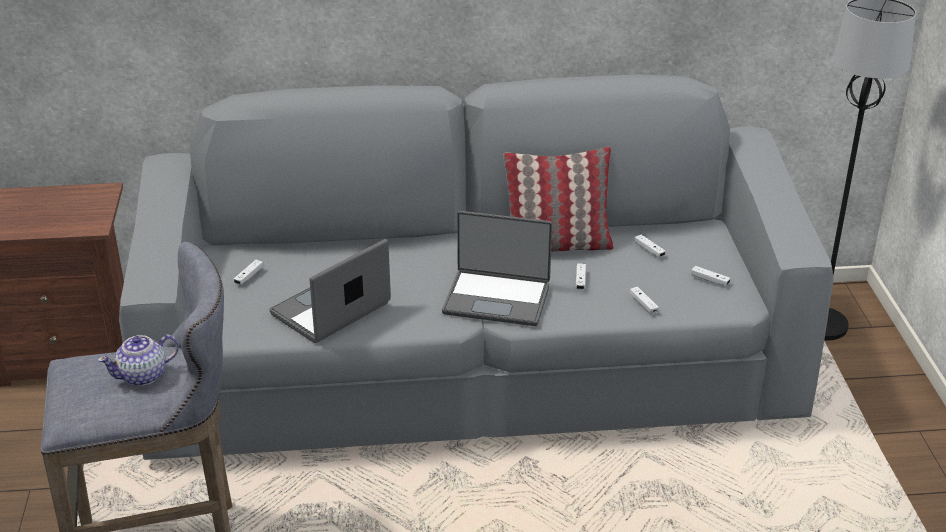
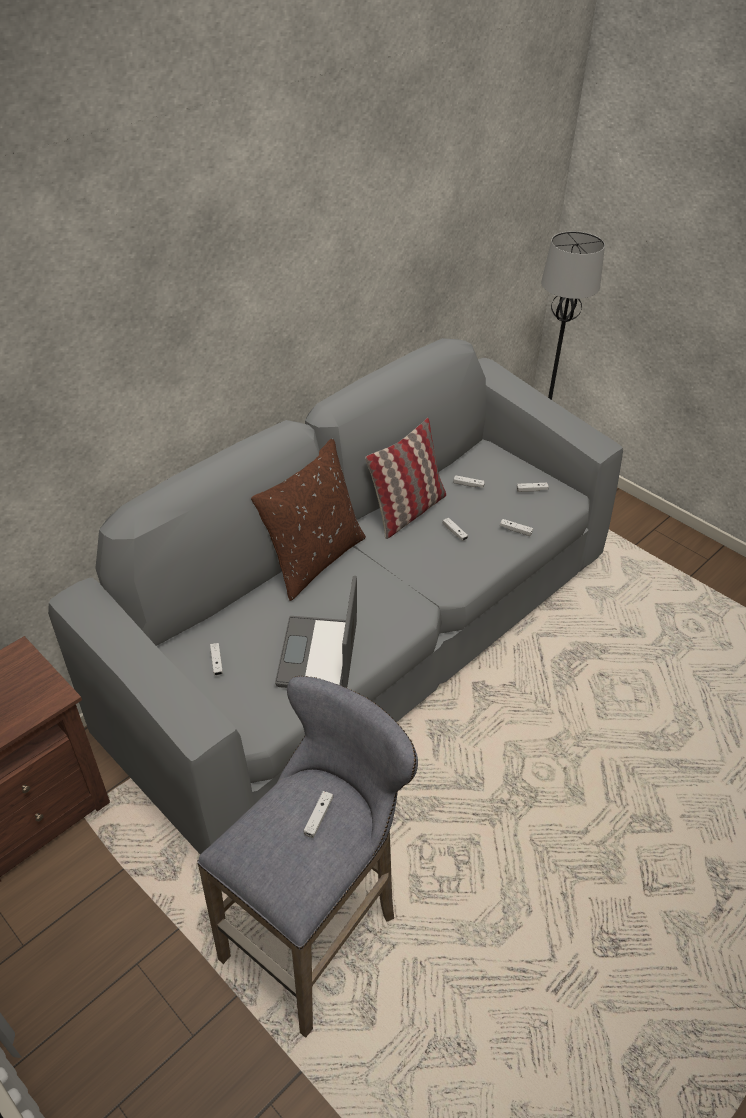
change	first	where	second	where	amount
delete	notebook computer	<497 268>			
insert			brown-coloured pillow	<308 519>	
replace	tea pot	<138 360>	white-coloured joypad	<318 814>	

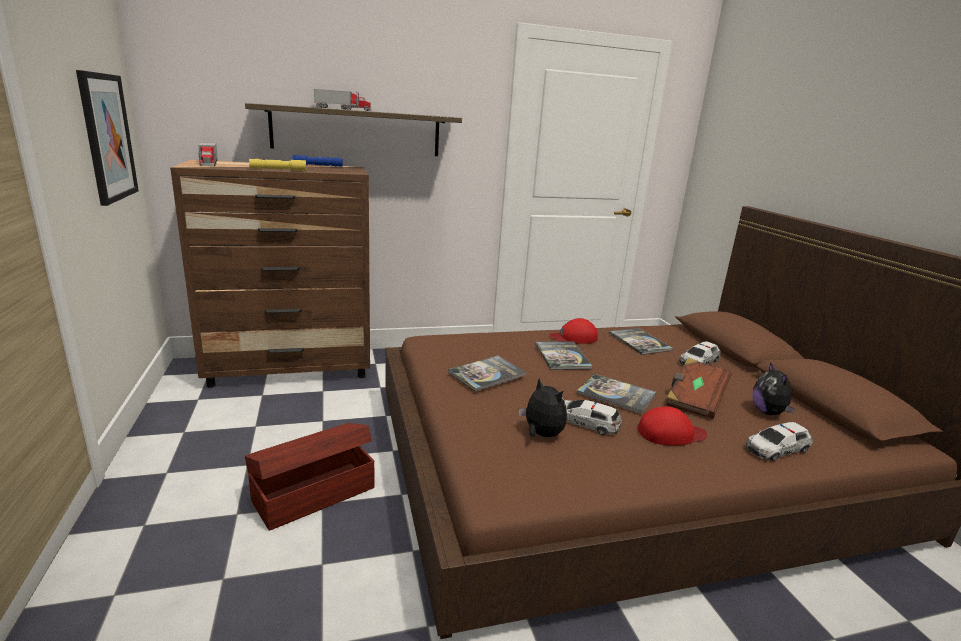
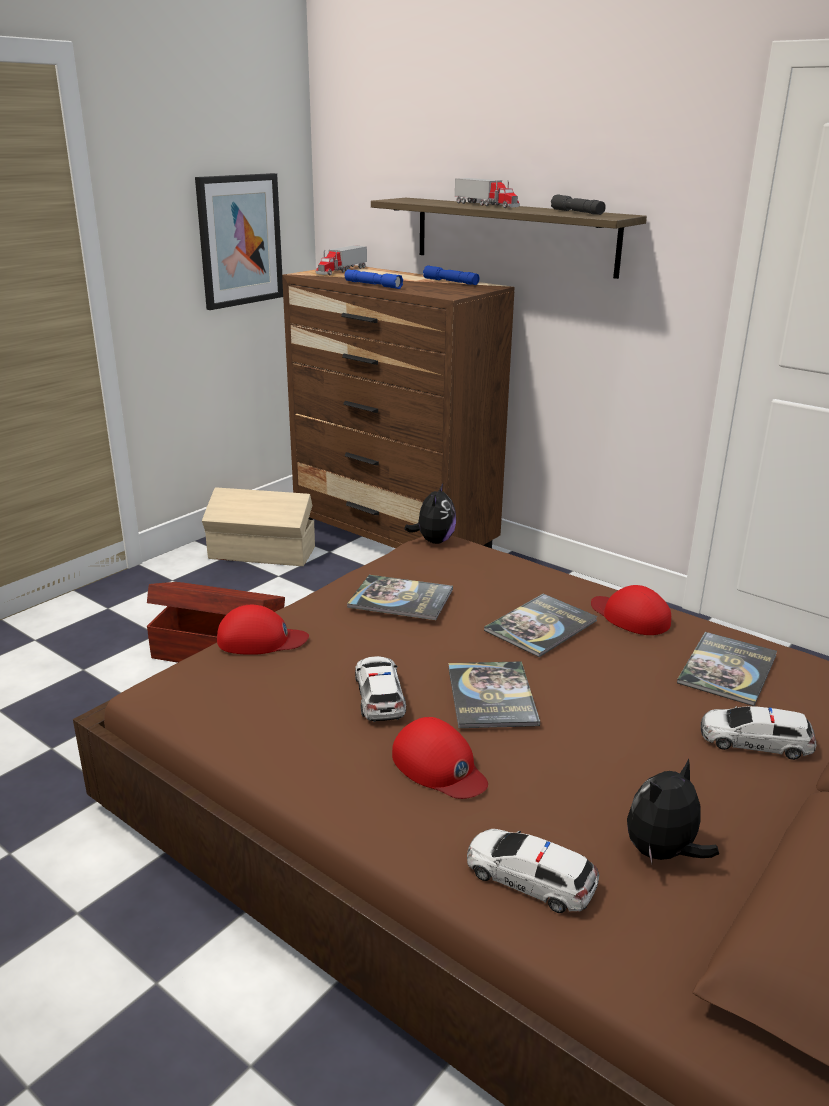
change	first	where	second	where	amount
delete	brown-coloured volume	<699 388>			
insert			beige storage bin	<258 526>	
insert			red-coloured baseball cap	<263 630>	
insert			gray hand torch	<578 204>	
move	plush toy	<543 407>		<430 513>	
recolor	yellow-coloured hand torch	<277 165>	bluish hand torch	<374 279>	

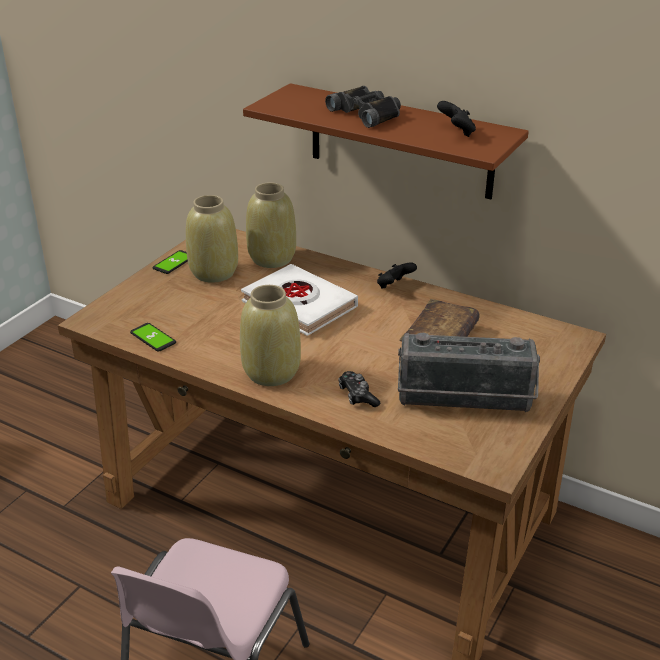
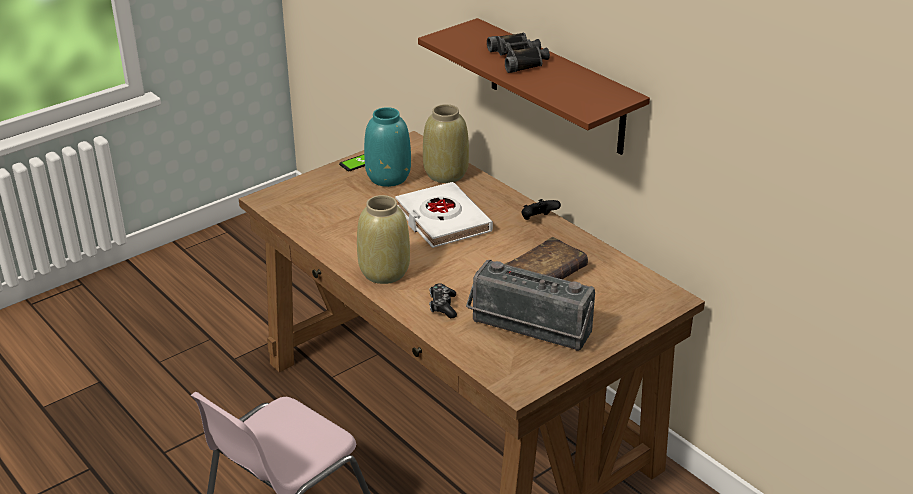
change	first	where	second	where	amount
delete	handset	<153 337>			
delete	black joypad	<456 119>			
recolor	beige flower vase	<212 239>	blue-green flower vase	<387 147>	

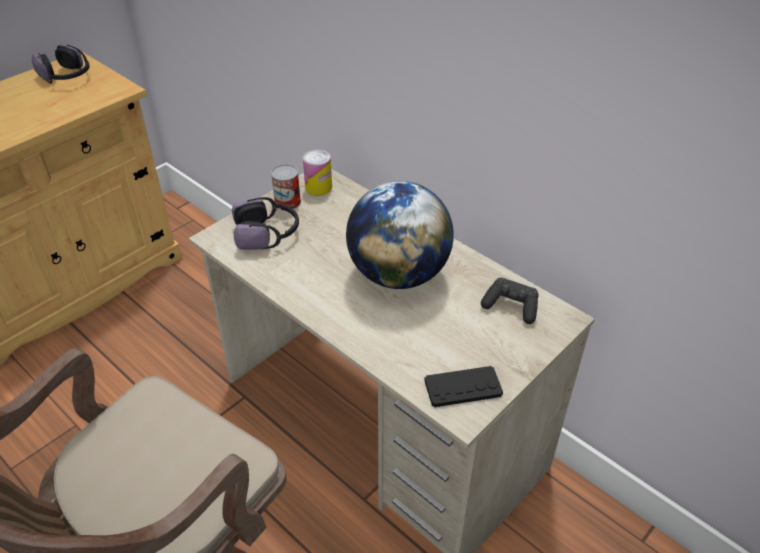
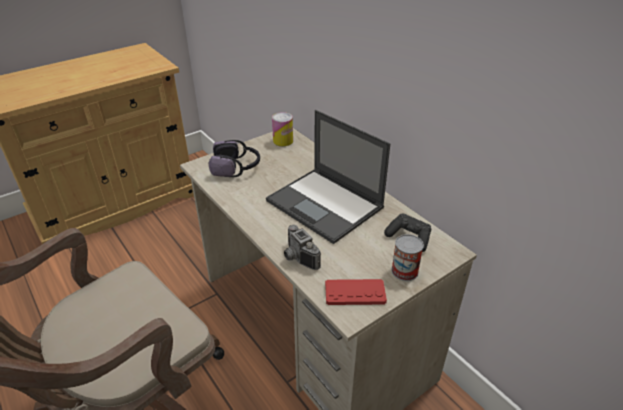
change	first	where	second	where	amount
delete	headphones	<61 63>			
insert			still camera	<302 247>	
move	metal can	<286 187>		<407 257>	
replace	globe	<400 235>	notebook computer	<328 177>	
recolor	black joypad	<463 386>	red-coloured joypad	<356 292>	

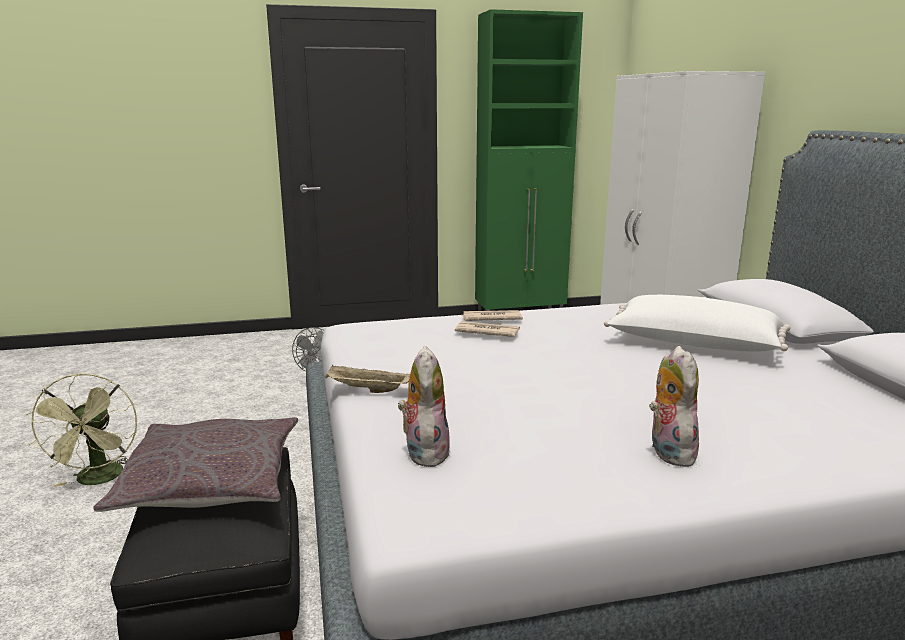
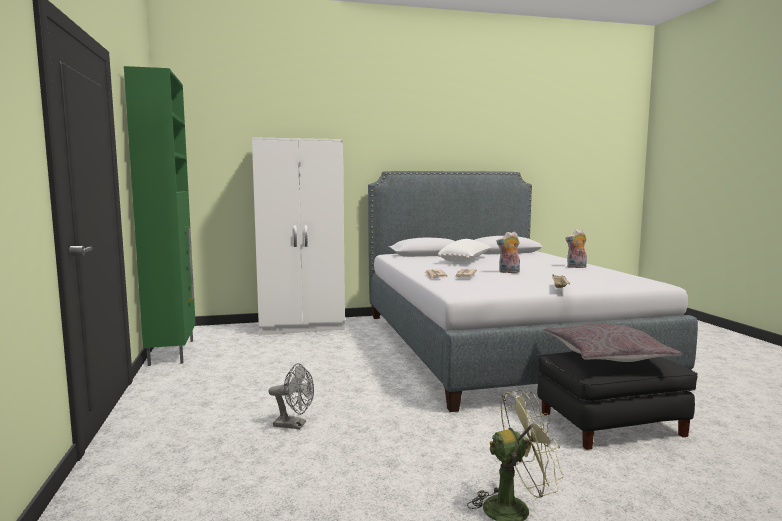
change	first	where	second	where	amount
move	plush toy	<424 406>		<508 252>	

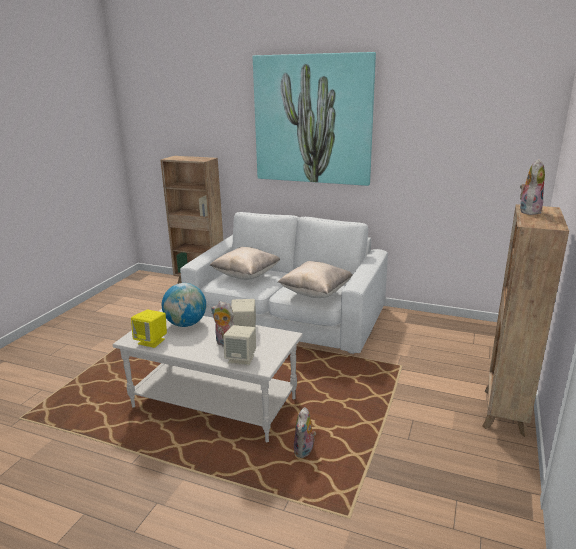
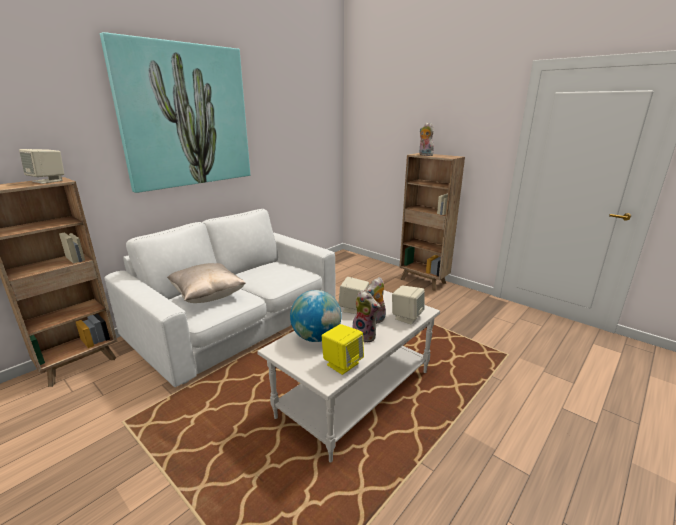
change	first	where	second	where	amount
delete	beige pillow	<315 279>			
insert			beige speaker	<41 166>	
move	plush toy	<305 432>		<366 316>	

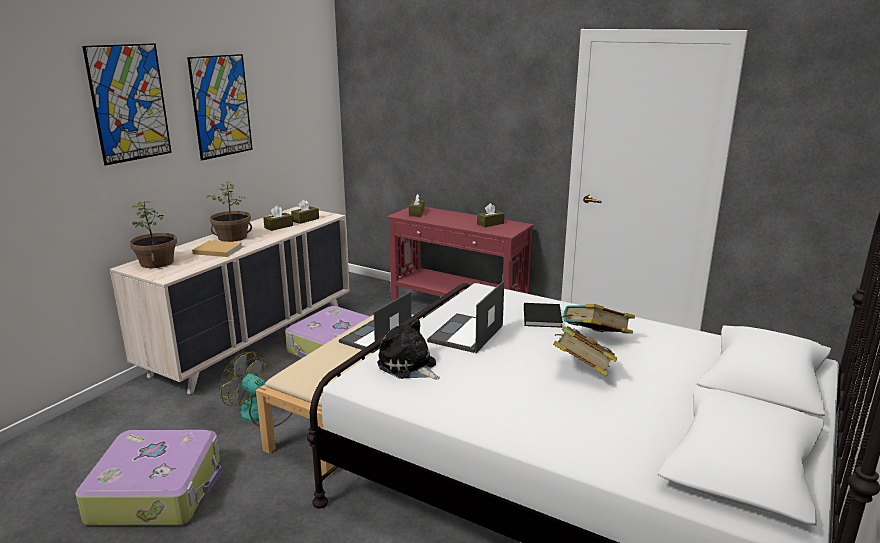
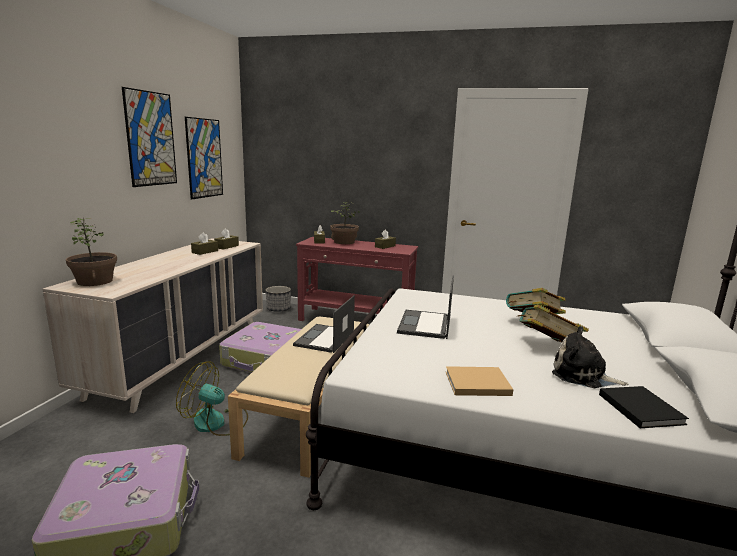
change	first	where	second	where	amount
insert			plant pot	<278 299>	
move	wall art	<127 104>		<204 158>	
move	beige volume	<217 248>		<479 381>	
move	houseplant	<229 212>		<344 223>	
move	plush toy	<408 349>		<590 357>	
move	black volume	<543 315>		<644 407>	

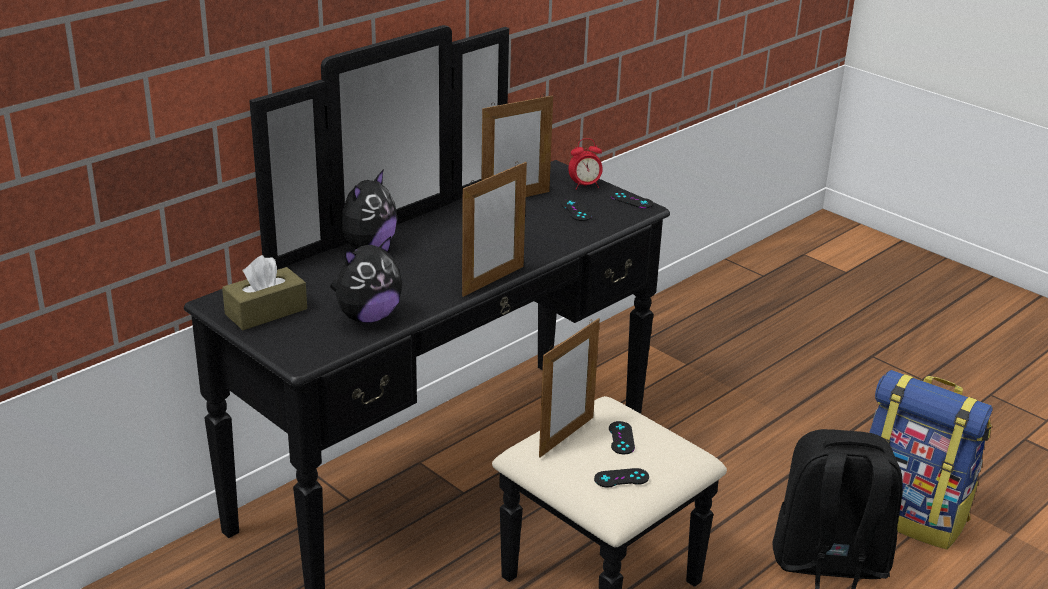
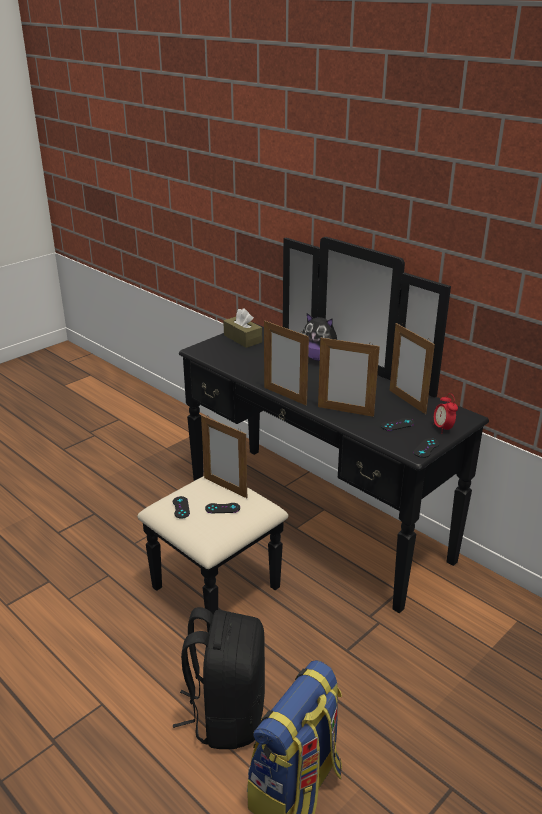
change	first	where	second	where	amount
delete	plush toy	<366 279>			
insert			photo frame	<349 376>	

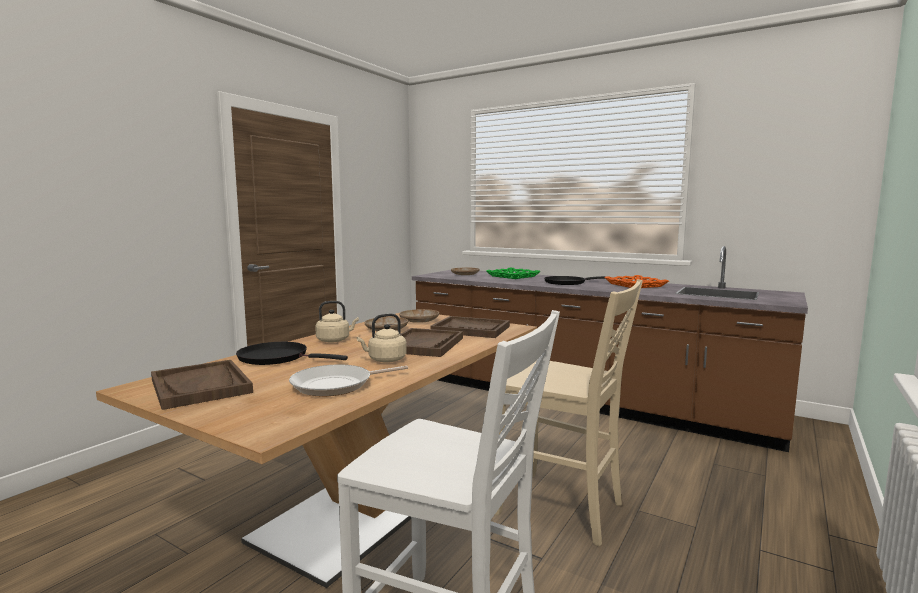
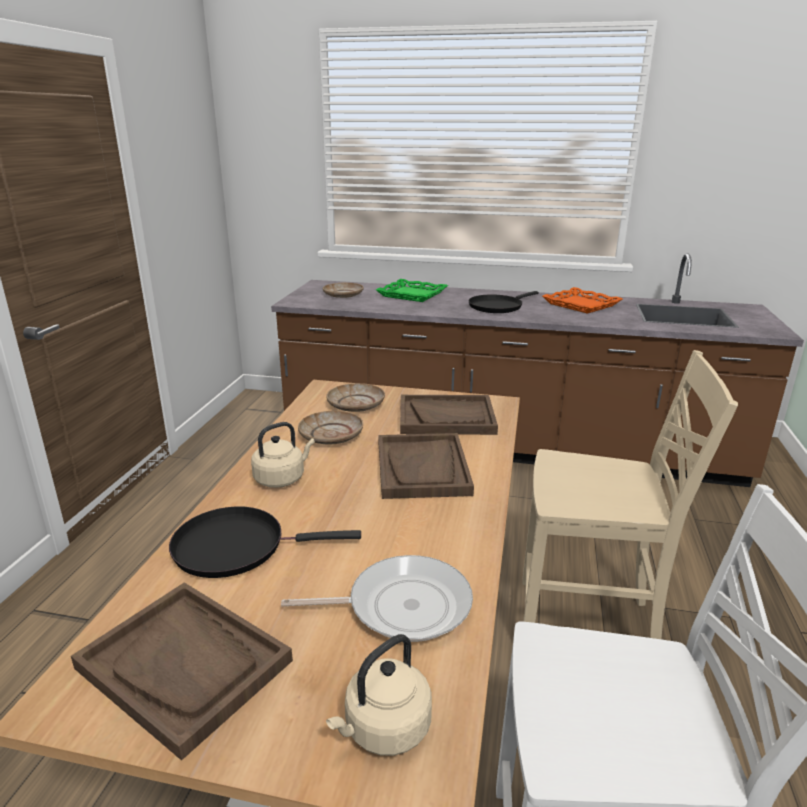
change	first	where	second	where	amount
move	beige tea kettle	<382 338>		<379 695>	
rotate	pan	<348 380>		<377 598>	135 degrees counterclockwise

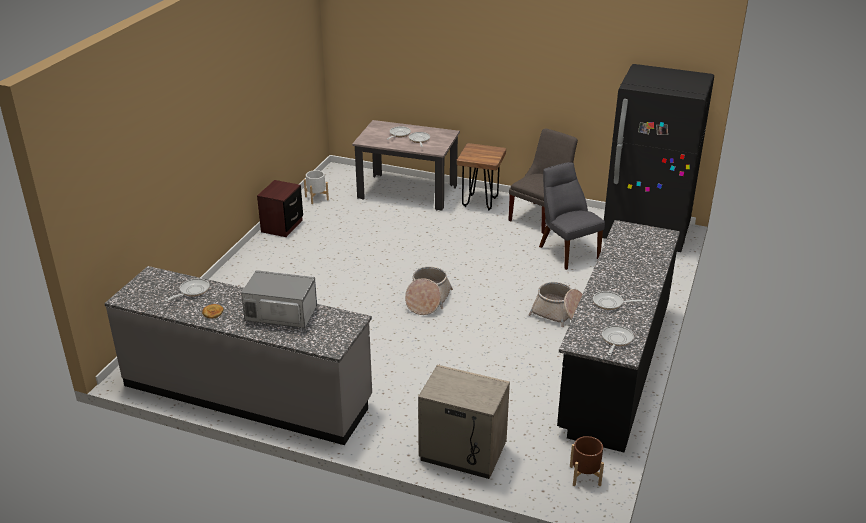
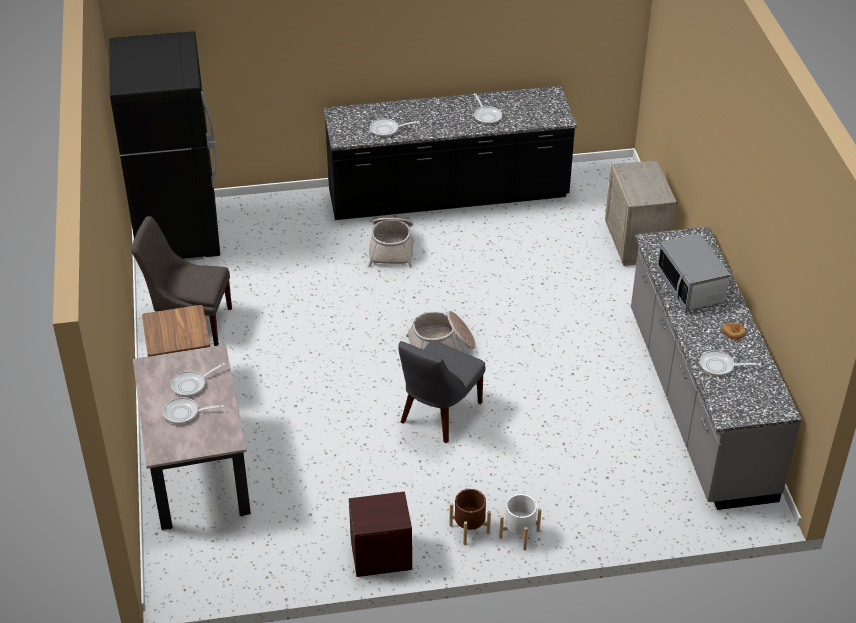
change	first	where	second	where	amount
move	white-coloured plant pot	<316 187>		<520 522>	
move	gray chair	<572 216>		<441 391>	
move	brown-coloured plant pot	<587 461>		<470 517>	
move	pan	<618 341>		<395 127>	

